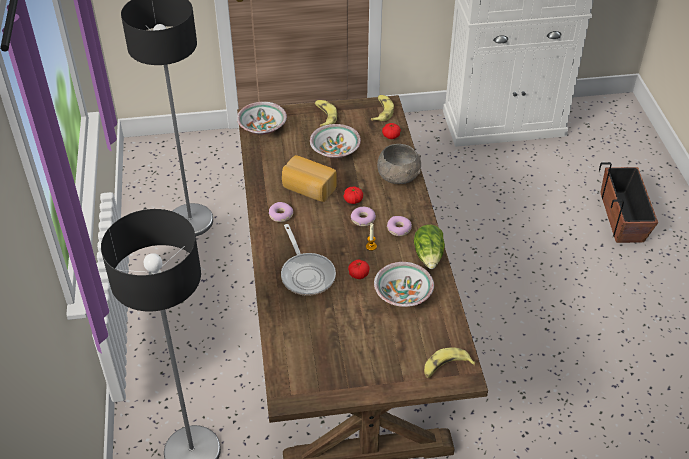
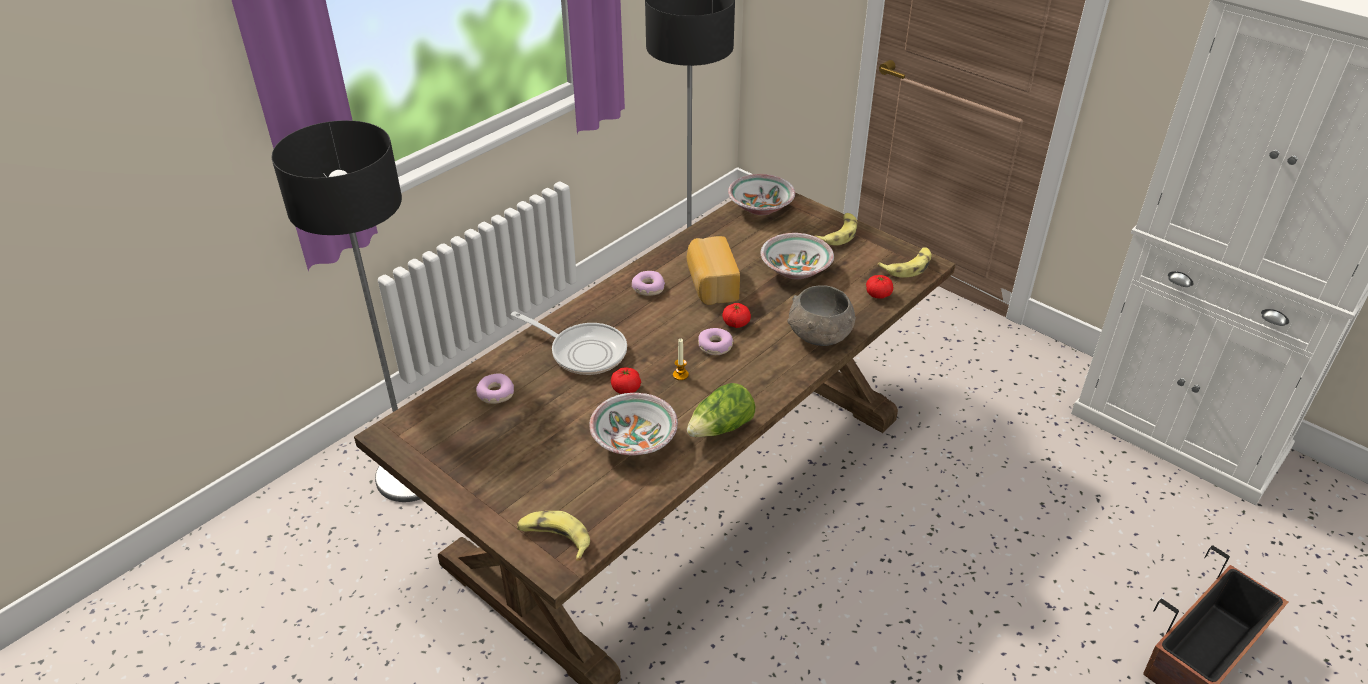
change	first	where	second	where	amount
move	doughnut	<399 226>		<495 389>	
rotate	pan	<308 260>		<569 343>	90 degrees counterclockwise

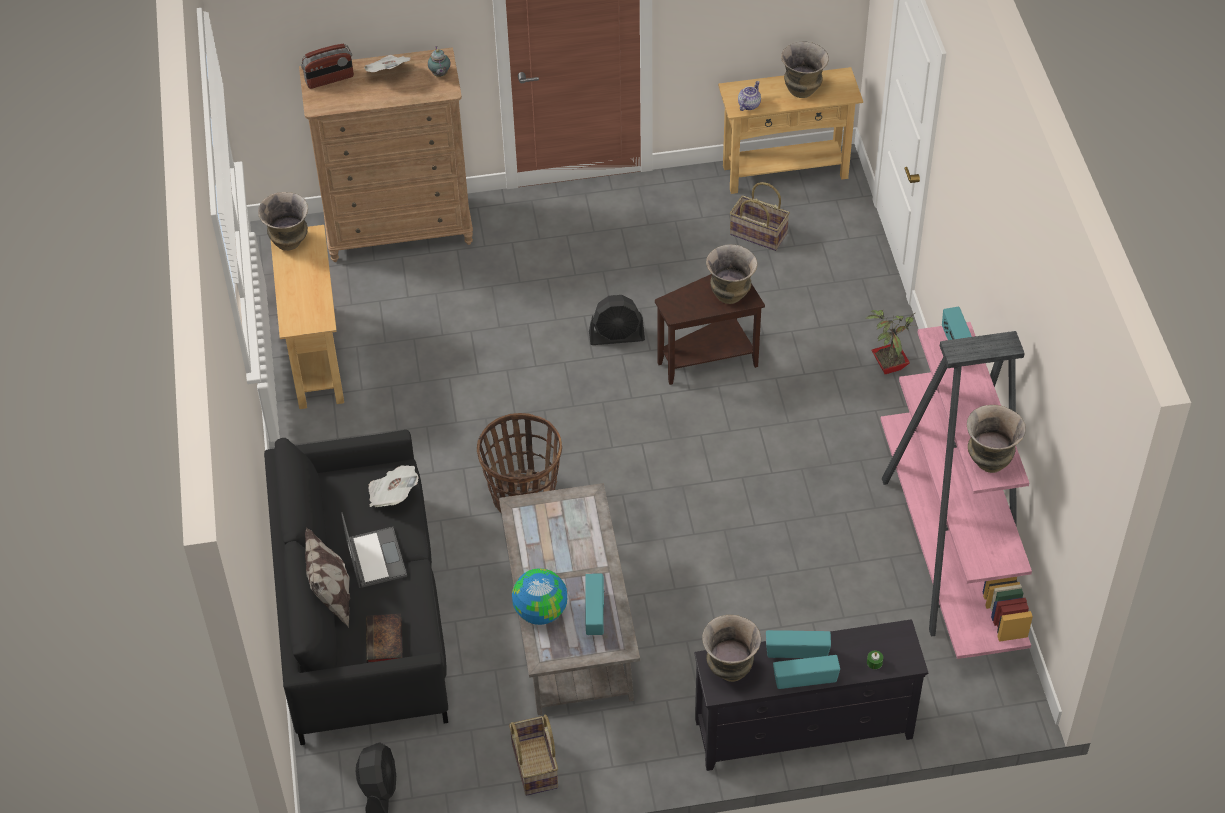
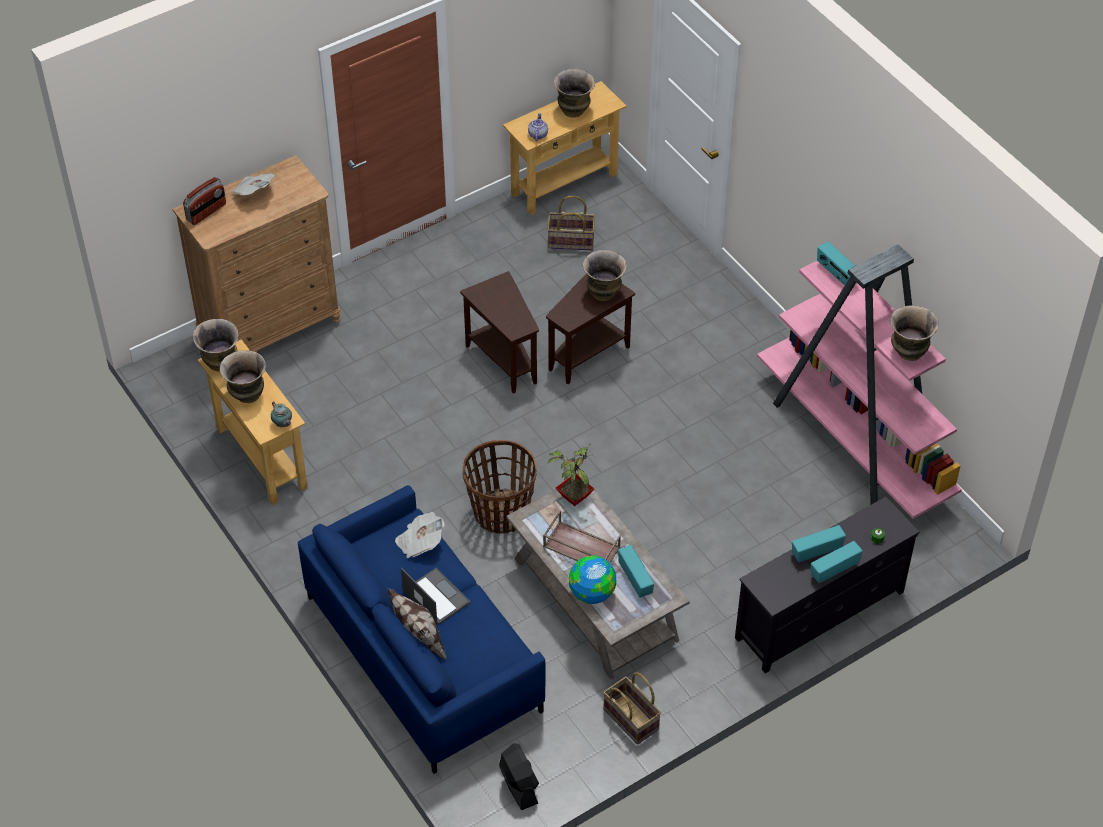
change	first	where	second	where	amount
delete	volume	<384 638>			
insert			brown-coloured carrying tray	<582 536>	
move	tea pot	<439 62>		<281 414>	
move	flower vase	<731 648>		<243 376>	
move	houseplant	<891 342>		<570 475>	
replace	black fan	<617 320>	brown-coloured accent table	<499 332>	
recolor	black settee	<356 587>	bluish settee	<421 629>	

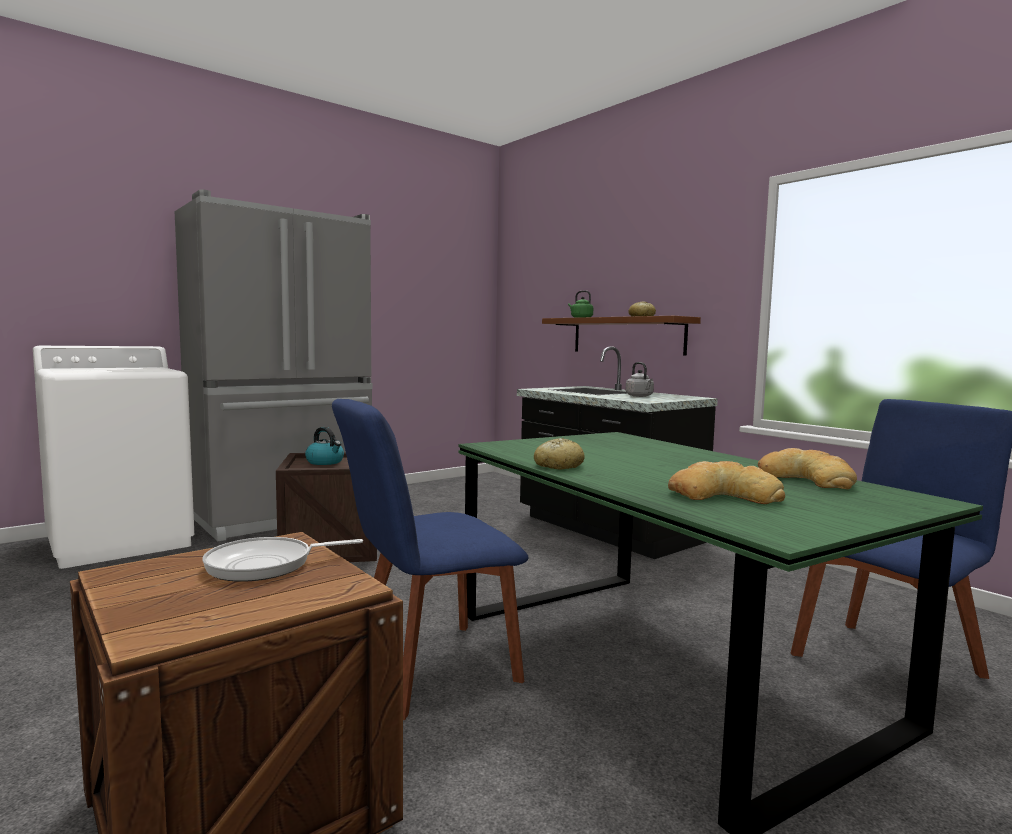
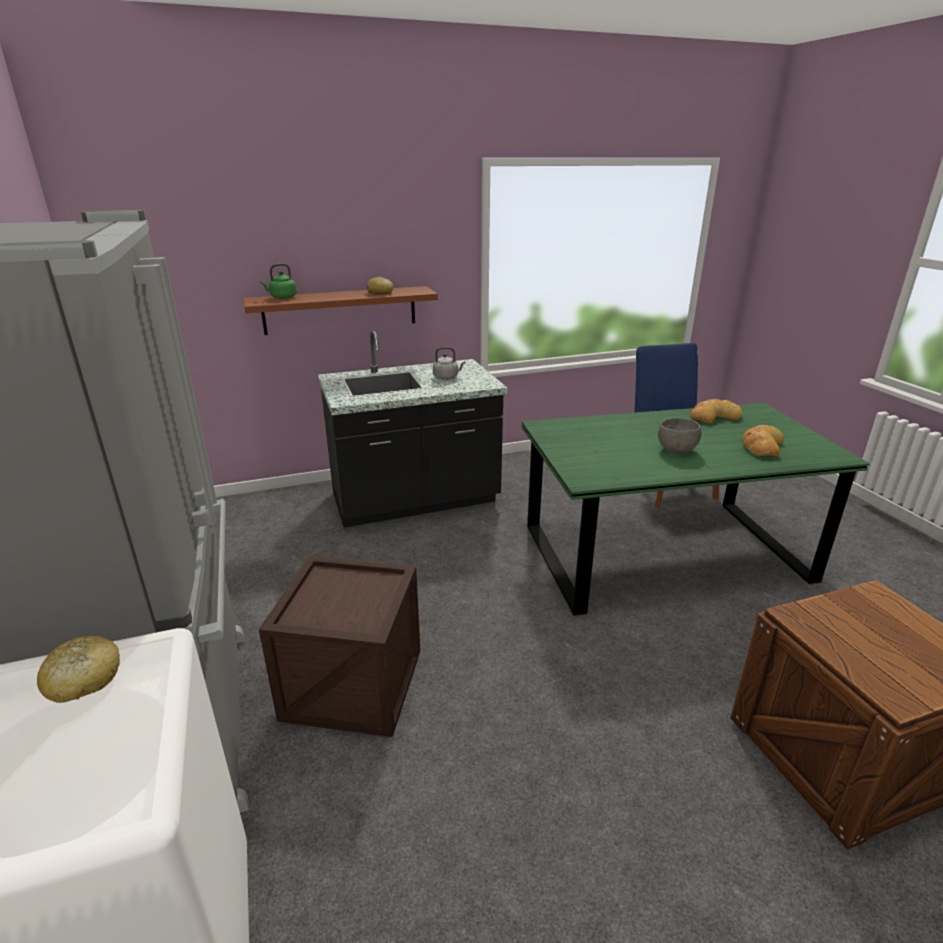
change	first	where	second	where	amount
delete	pan	<282 559>			
delete	tea kettle	<324 446>			
delete	bluish chair	<430 559>			
insert			gray deep dish	<680 435>	
move	bakery bread	<559 453>		<78 669>	

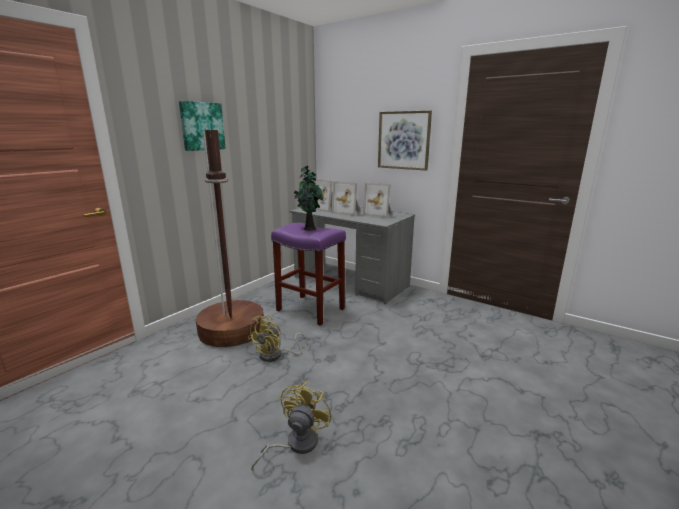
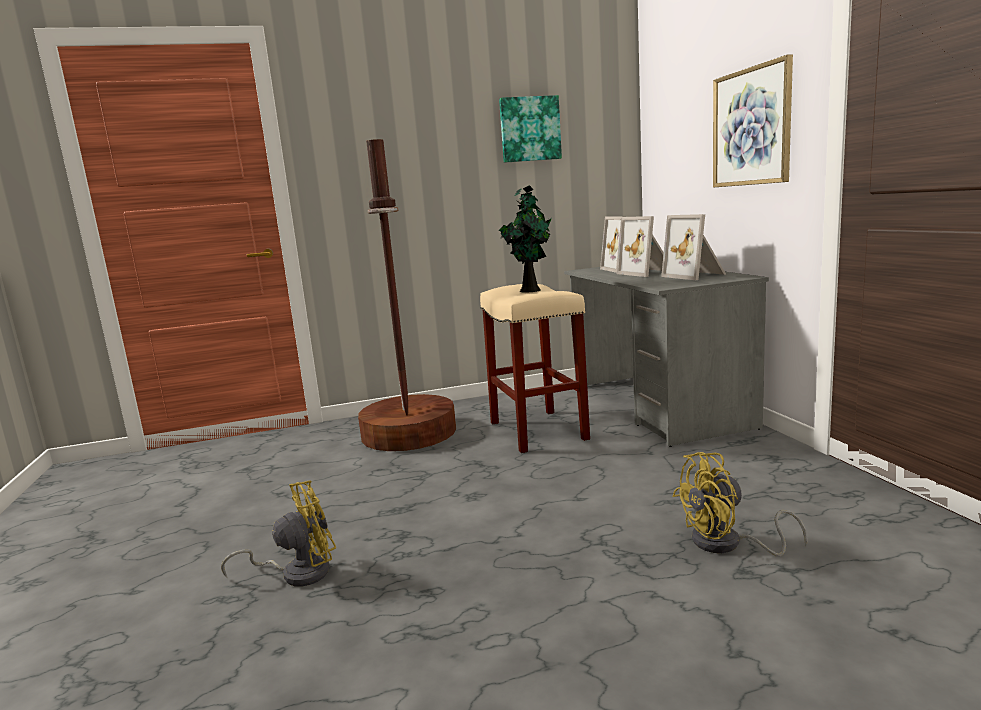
change	first	where	second	where	amount
move	wall art	<202 126>		<530 129>	
move	yellow-coloured fan	<278 338>		<739 504>	
recolor	purple stool seat	<308 274>	beige stool seat	<535 368>	

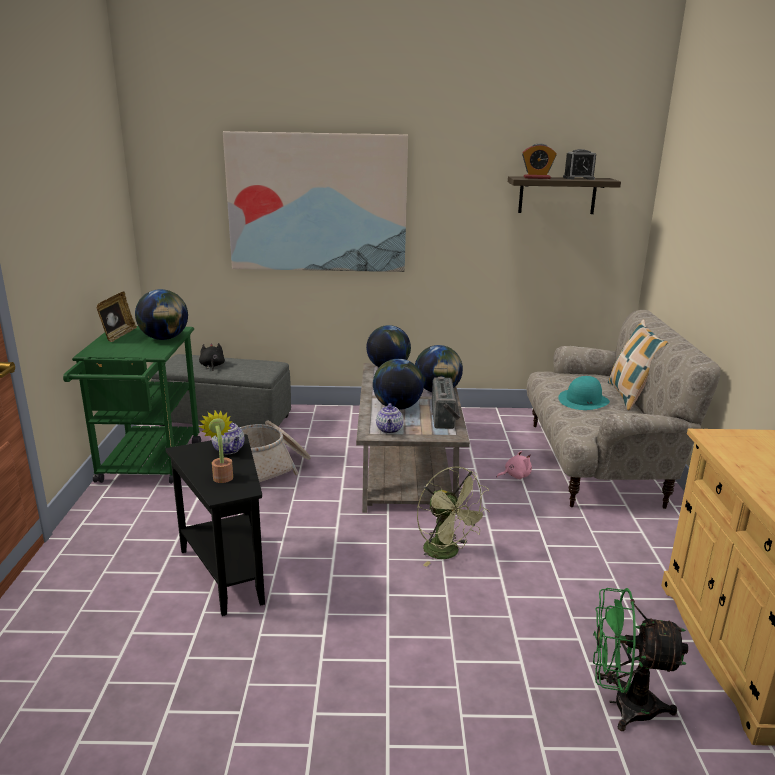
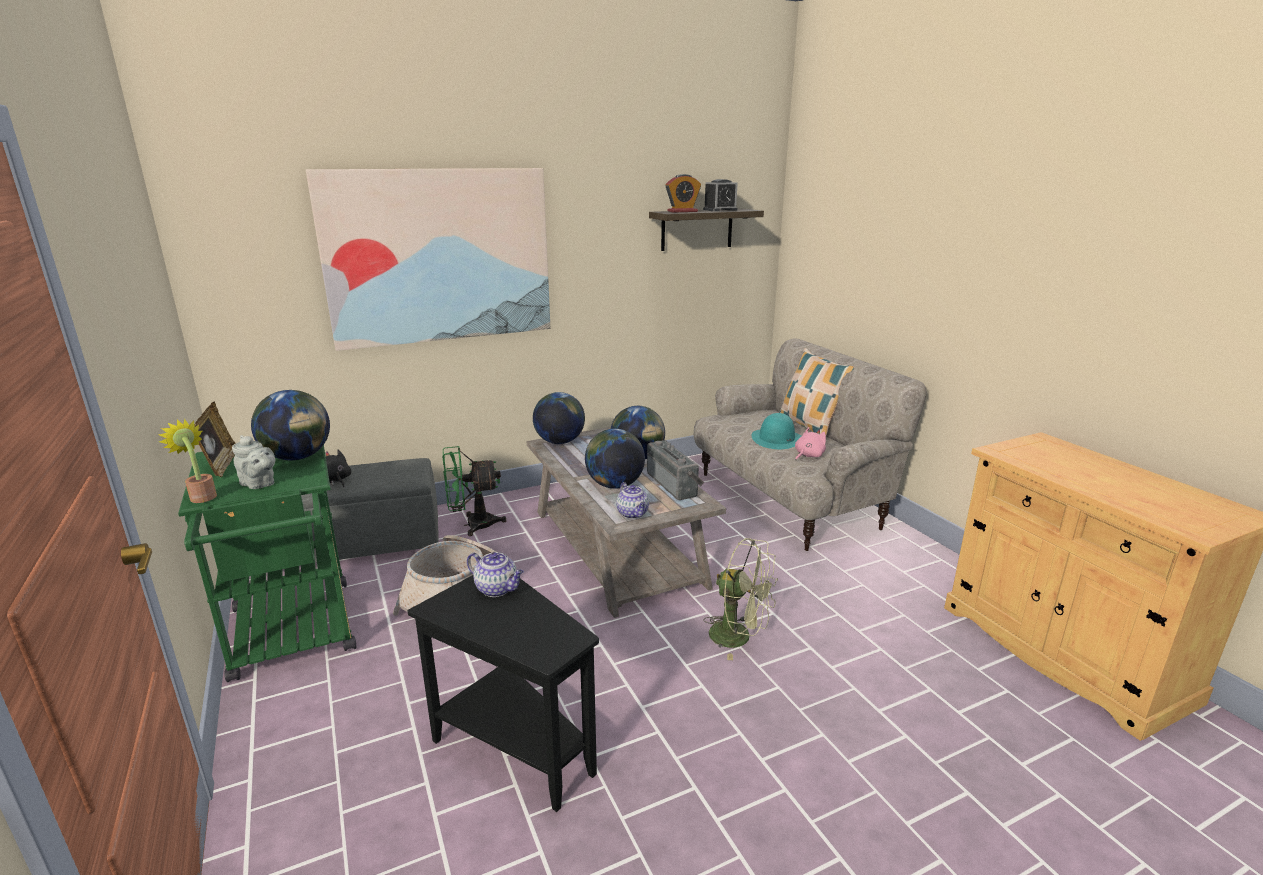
change	first	where	second	where	amount
insert			gray tea pot	<253 462>	
move	houseplant	<216 446>		<187 461>	
move	pink plush toy	<514 465>		<810 443>	
move	green fan	<640 659>		<475 491>	

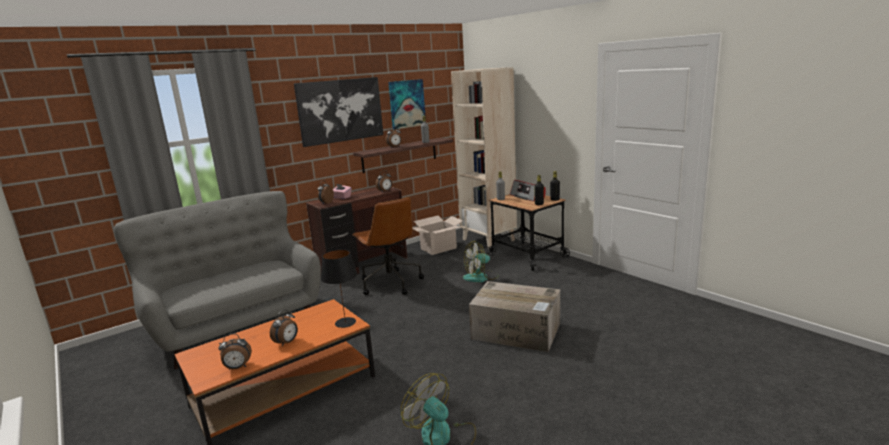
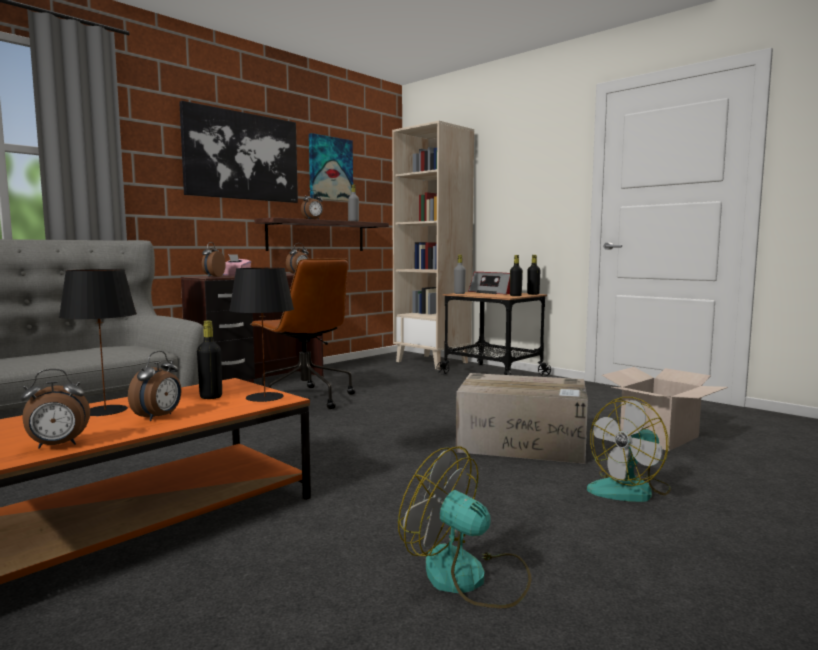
change	first	where	second	where	amount
insert			black table lamp	<98 342>	
insert			black beverage bottle	<209 359>	
move	carton	<437 235>		<665 409>	
move	fan	<481 261>		<629 449>	

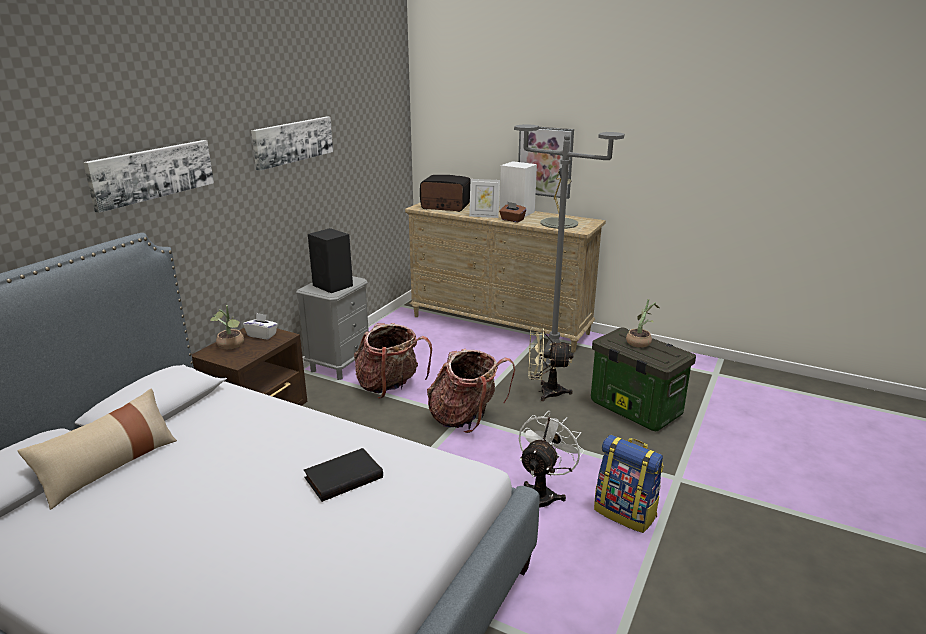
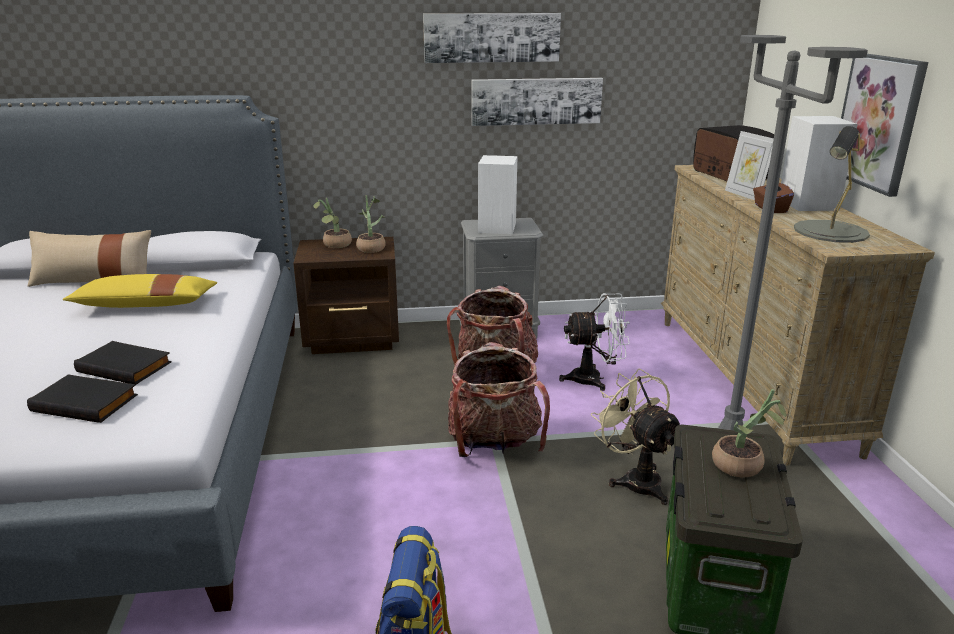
change	first	where	second	where	amount
insert			black volume	<82 398>	
insert			yellow-coloured pillow	<140 291>	
move	wall art	<148 176>		<537 102>	
move	white-coloured fan	<551 459>		<594 342>	
replace	white-coloured tissue box	<260 326>	houseplant	<371 224>	
recolor	black speaker	<330 260>	white-coloured speaker	<497 194>	

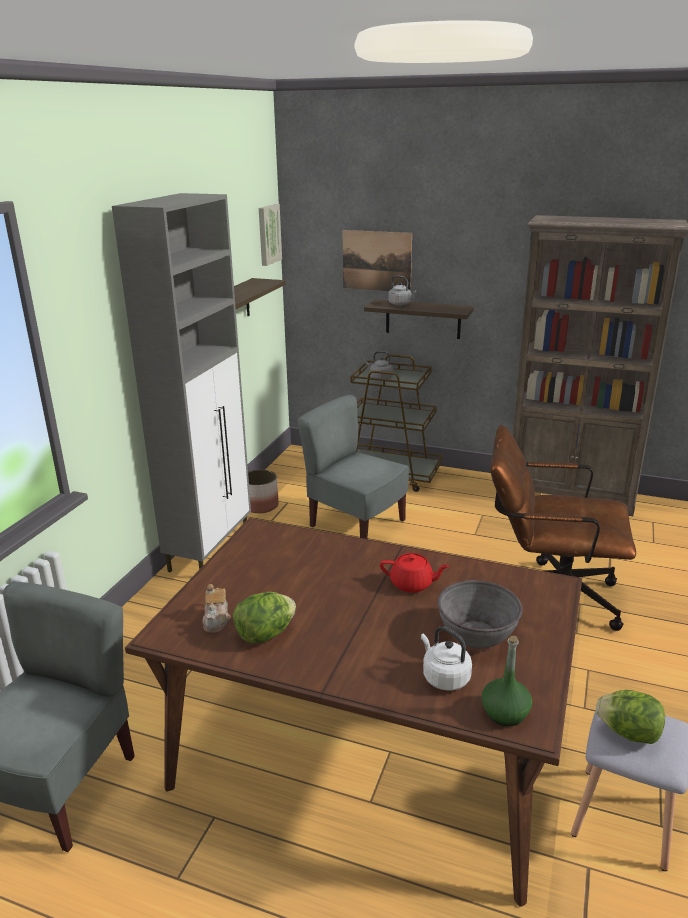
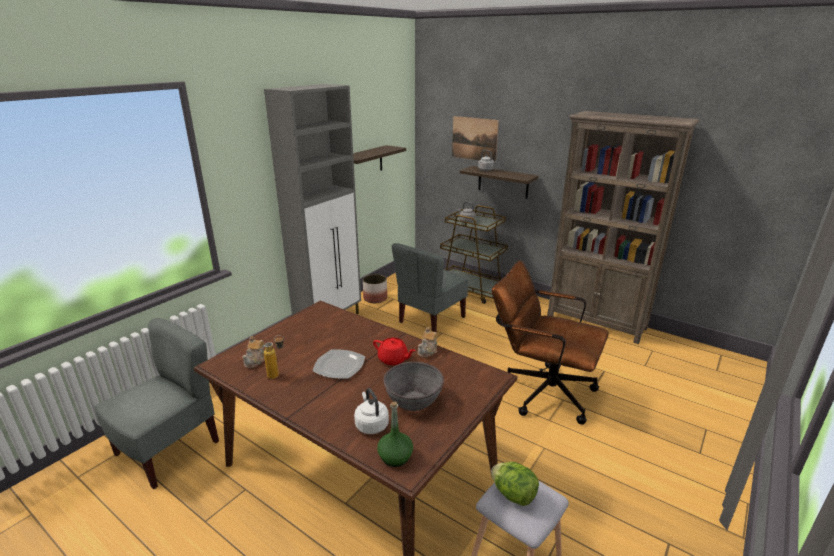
change	first	where	second	where	amount
delete	wall art	<270 235>			
insert			plate	<339 364>	
insert			tea pot	<428 342>	
replace	head of lettuce	<264 617>	beverage bottle	<274 357>	
rotate	gray chair	<353 467>		<430 287>	105 degrees counterclockwise

